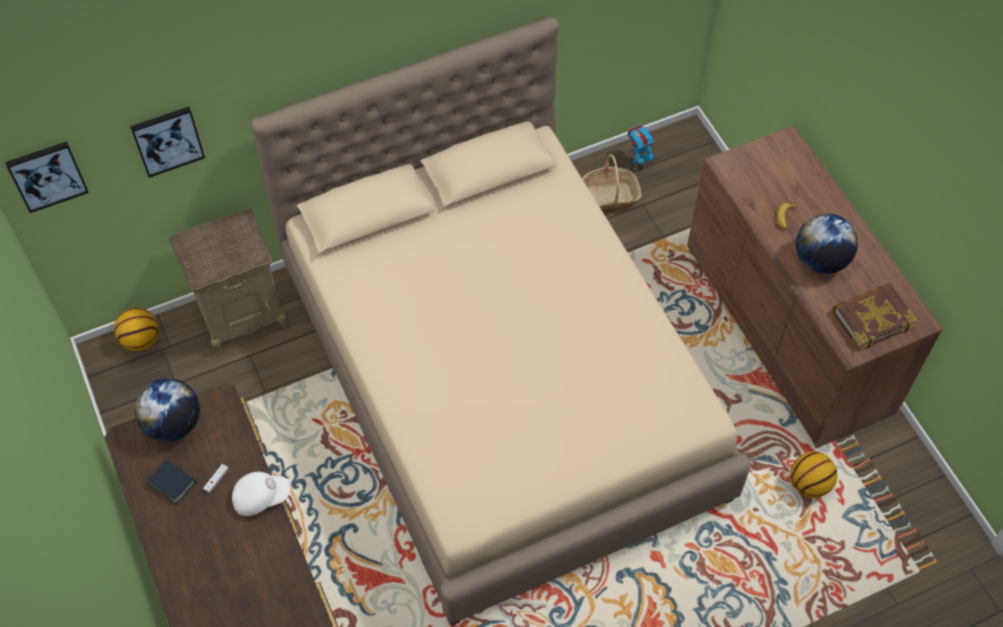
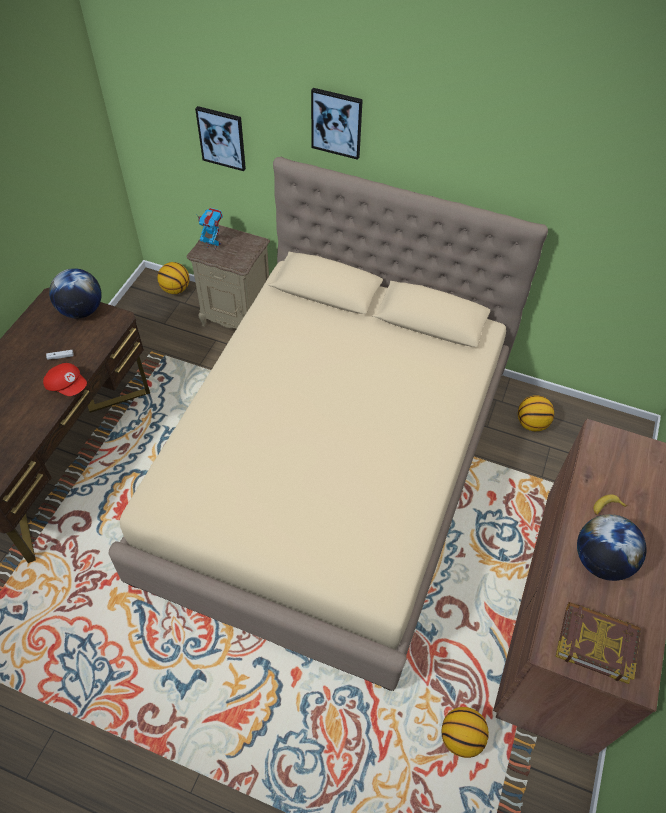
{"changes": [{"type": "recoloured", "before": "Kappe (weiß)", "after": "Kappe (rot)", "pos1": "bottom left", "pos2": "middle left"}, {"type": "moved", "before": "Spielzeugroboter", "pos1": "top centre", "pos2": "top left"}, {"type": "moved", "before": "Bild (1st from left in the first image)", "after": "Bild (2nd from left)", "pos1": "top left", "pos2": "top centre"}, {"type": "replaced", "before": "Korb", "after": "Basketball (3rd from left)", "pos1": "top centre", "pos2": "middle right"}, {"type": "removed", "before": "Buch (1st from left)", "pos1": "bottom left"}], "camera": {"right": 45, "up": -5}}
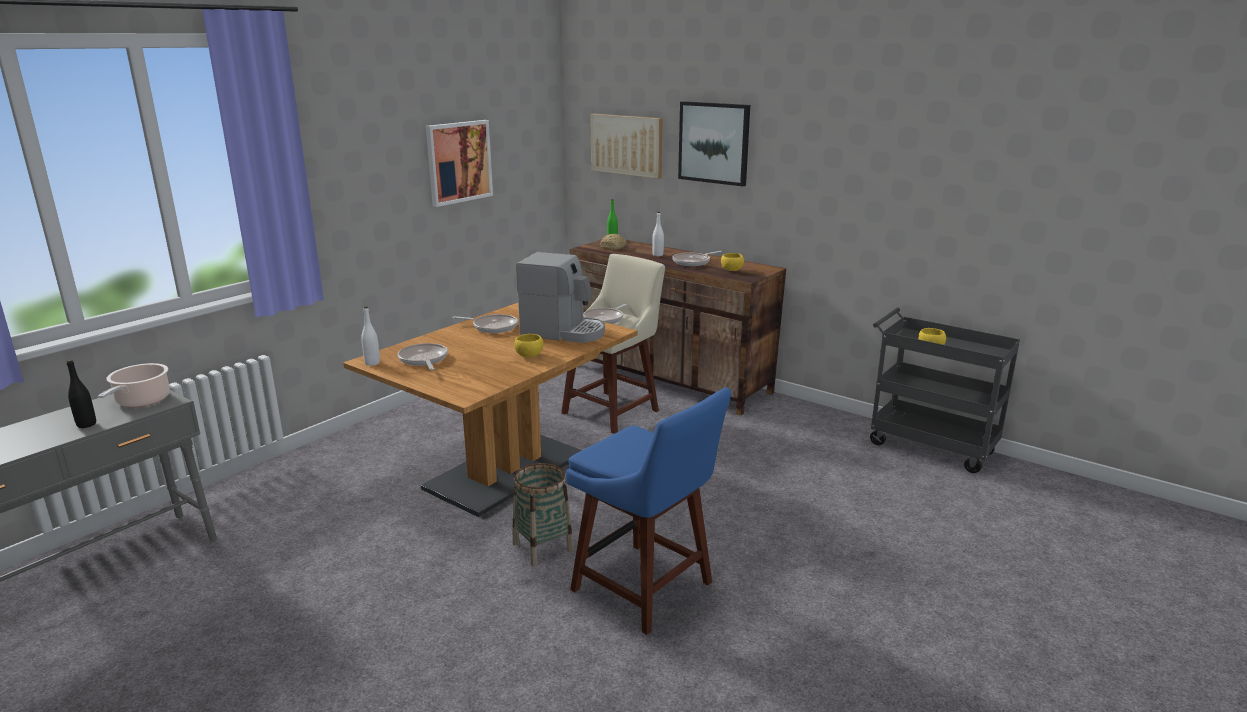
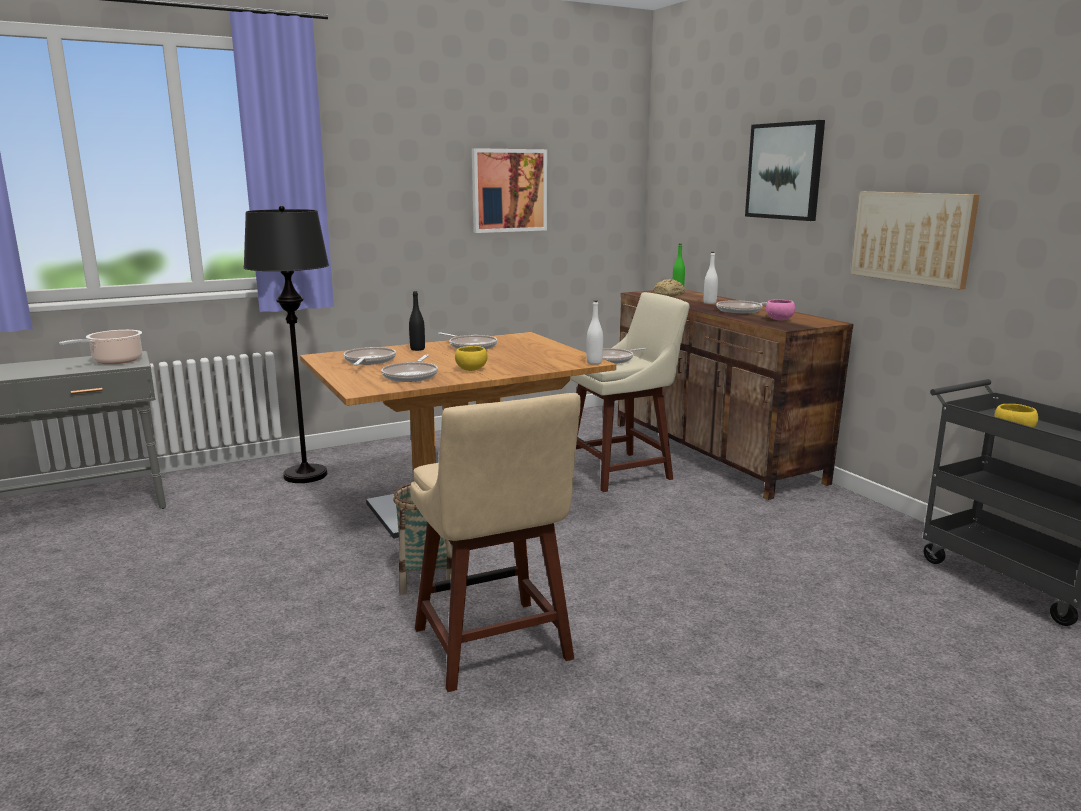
{"changes": [{"type": "added", "after": "Stehlampe (schwarz)", "pos2": "middle left"}, {"type": "added", "after": "Pfanne (2nd from left)", "pos2": "centre"}, {"type": "moved", "before": "Flasche (schwarz)", "pos1": "middle left", "pos2": "centre"}, {"type": "replaced", "before": "Hocker (blau)", "after": "Stuhl (beige)", "pos1": "bottom centre", "pos2": "bottom centre"}, {"type": "moved", "before": "Flasche (weiß) (1st from left)", "pos1": "middle left", "pos2": "centre"}, {"type": "recoloured", "before": "Schüssel (gelb) (2nd from left)", "after": "Schüssel (rosa)", "pos1": "centre", "pos2": "middle right"}, {"type": "moved", "before": "Bild (2nd from left in the first image)", "after": "Bild (3rd from left)", "pos1": "top centre", "pos2": "top right"}, {"type": "removed", "before": "Kaffeemaschine", "pos1": "centre"}], "camera": {"right": 25, "up": -5}}
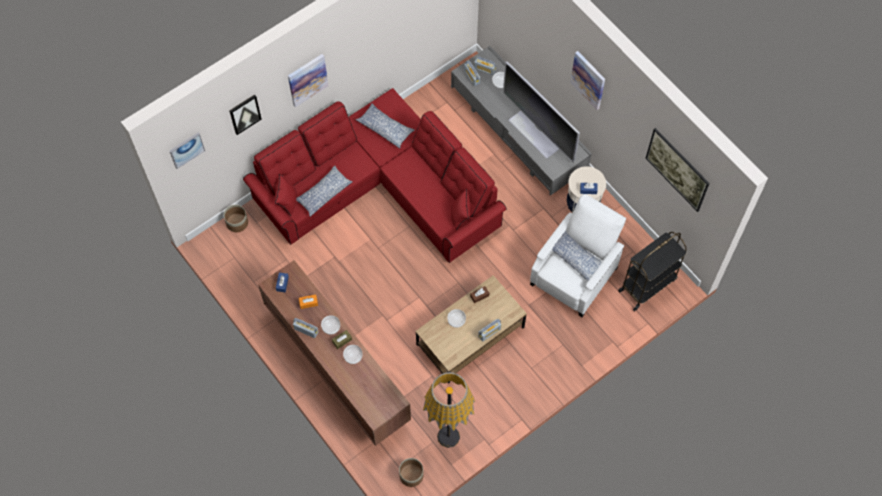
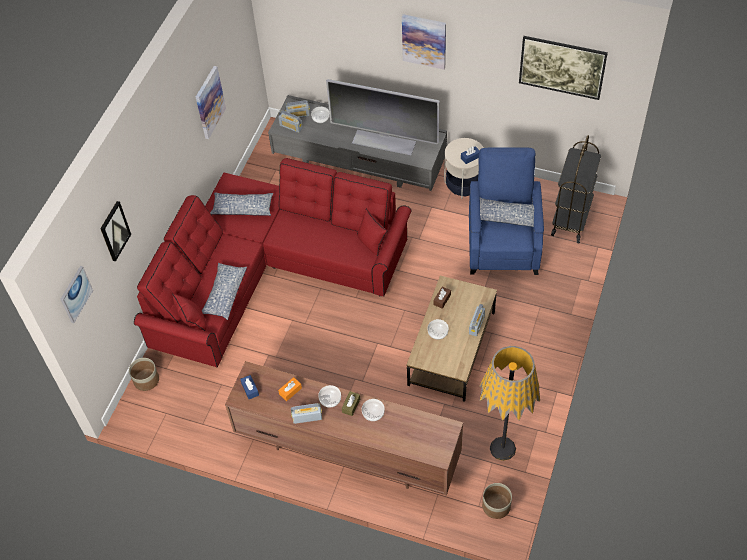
{"changes": [{"type": "moved", "before": "Bild (3rd from left)", "pos1": "top centre", "pos2": "top left"}, {"type": "recoloured", "before": "Sessel (weiß)", "after": "Sessel (blau)", "pos1": "centre", "pos2": "middle right"}], "camera": {"right": -30, "up": -10}}
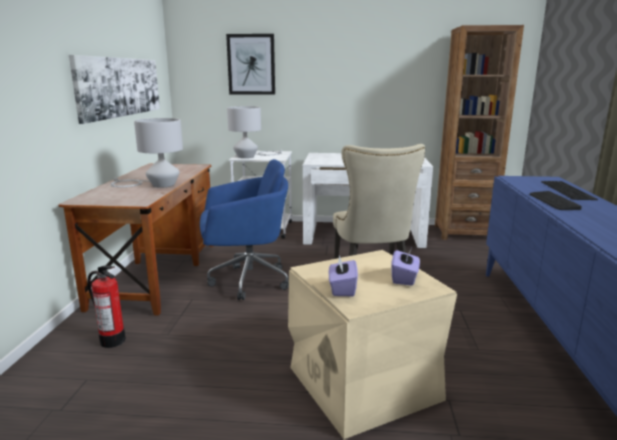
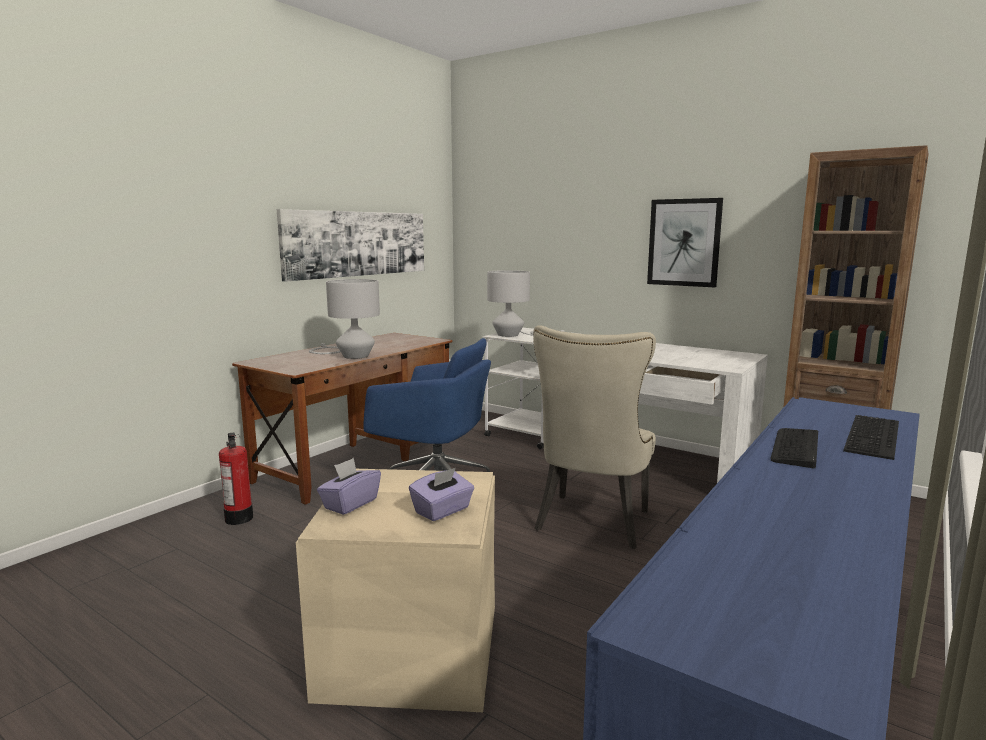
{"changes": [{"type": "moved", "before": "Bild (2nd from left)", "pos1": "top centre", "pos2": "top right"}], "camera": {"right": 30, "up": -5}}
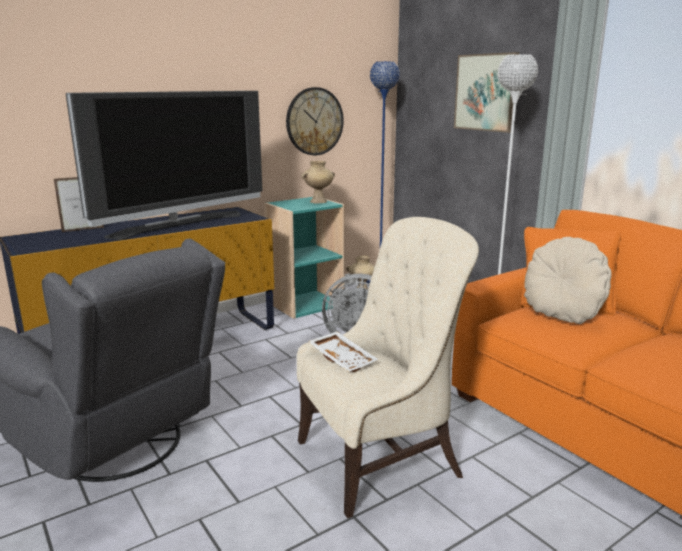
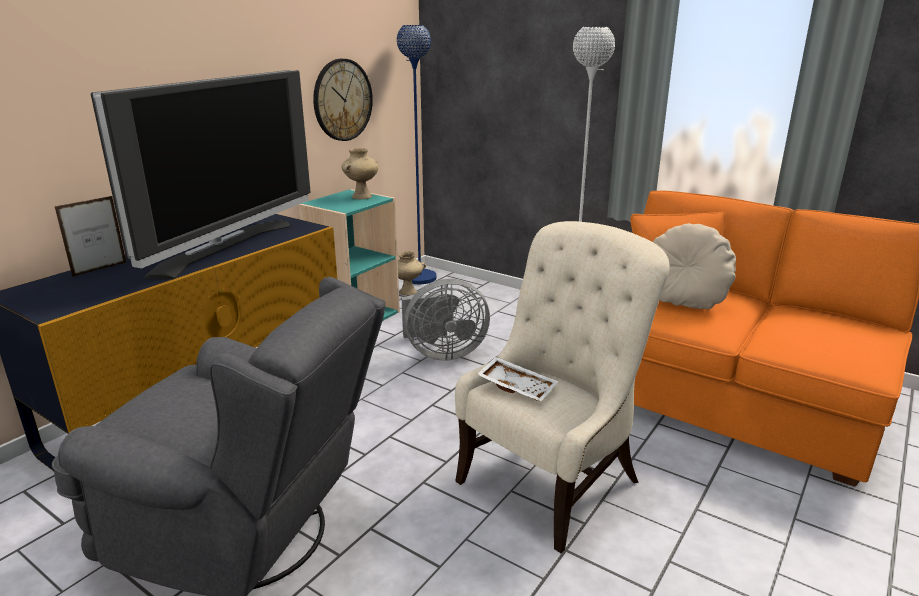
{"changes": [{"type": "removed", "before": "Bild", "pos1": "top right"}], "camera": {"right": -20, "up": 5}}
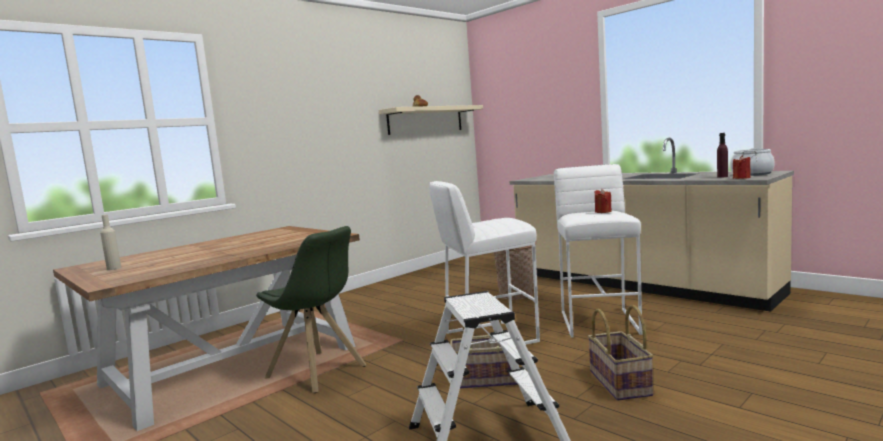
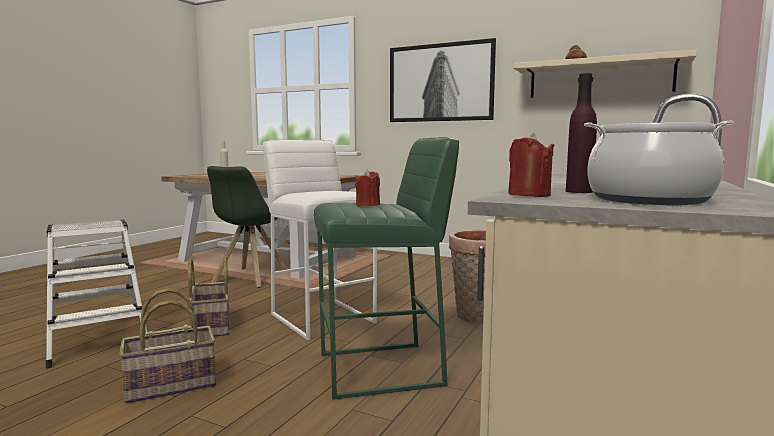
{"changes": [{"type": "recoloured", "before": "Hocker (weiß) (2nd from left)", "after": "Hocker (grün)", "pos1": "middle right", "pos2": "centre"}, {"type": "added", "after": "Bild", "pos2": "top centre"}], "camera": {"right": 70, "up": 0}}
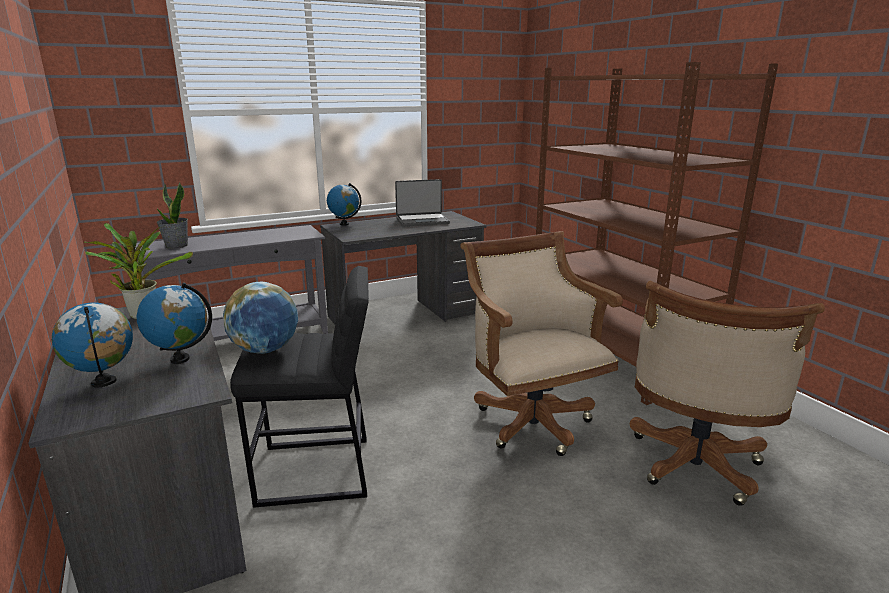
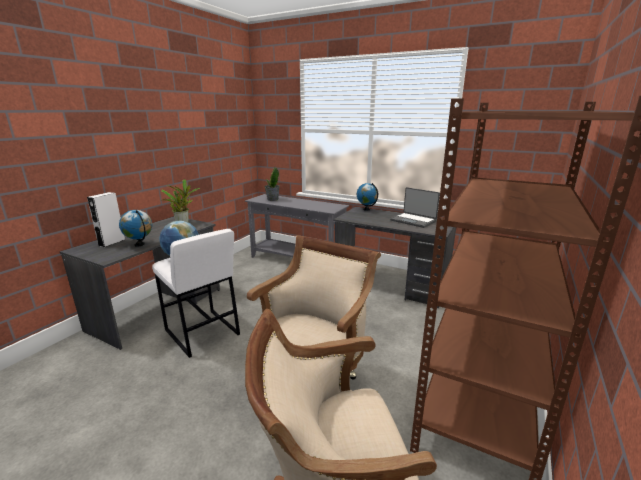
{"changes": [{"type": "replaced", "before": "Globus (1st from left)", "after": "Lautsprecher (weiß)", "pos1": "middle left", "pos2": "middle left"}, {"type": "recoloured", "before": "Hocker (schwarz)", "after": "Hocker (weiß)", "pos1": "centre", "pos2": "middle left"}], "camera": {"right": 55, "up": 0}}
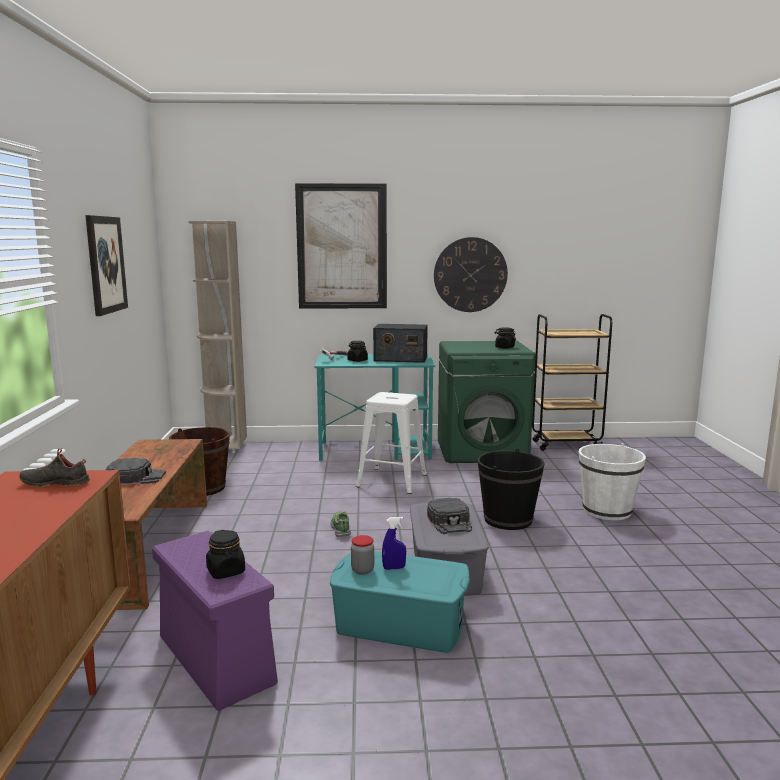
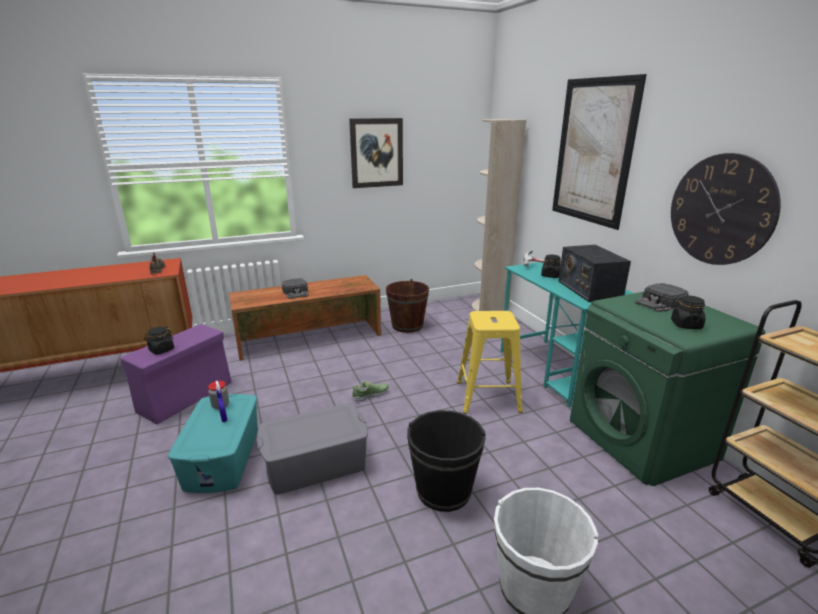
{"changes": [{"type": "recoloured", "before": "Hocker (weiß)", "after": "Hocker (gelb)", "pos1": "centre", "pos2": "centre"}, {"type": "moved", "before": "Kappe (schwarz) (2nd from left)", "pos1": "centre", "pos2": "middle right"}], "camera": {"right": 70, "up": 10}}
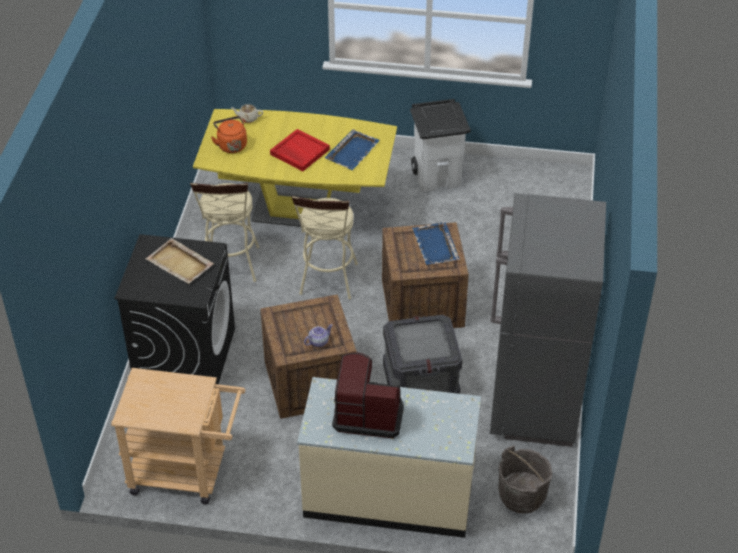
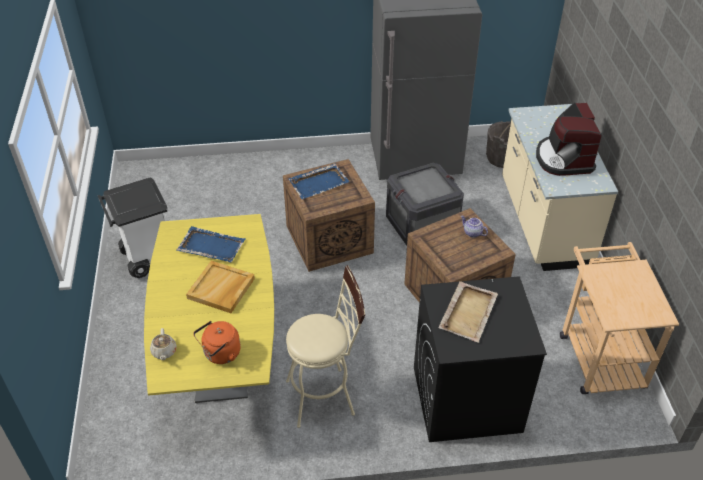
{"changes": [{"type": "recoloured", "before": "Tablett (rot)", "after": "Tablett (beige) (1st from left)", "pos1": "top centre", "pos2": "middle left"}, {"type": "removed", "before": "Hocker (beige) (2nd from left)", "pos1": "centre"}], "camera": {"right": -105, "up": 0}}
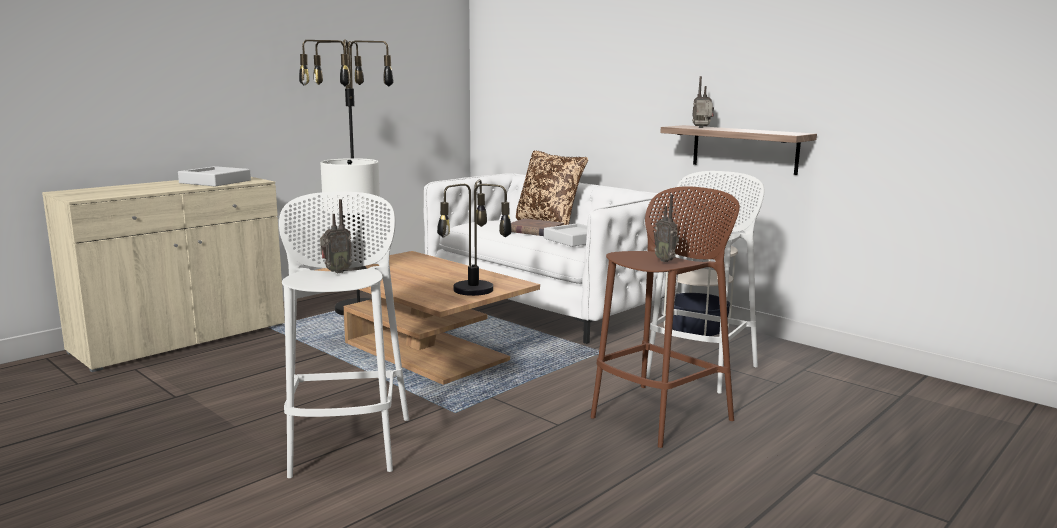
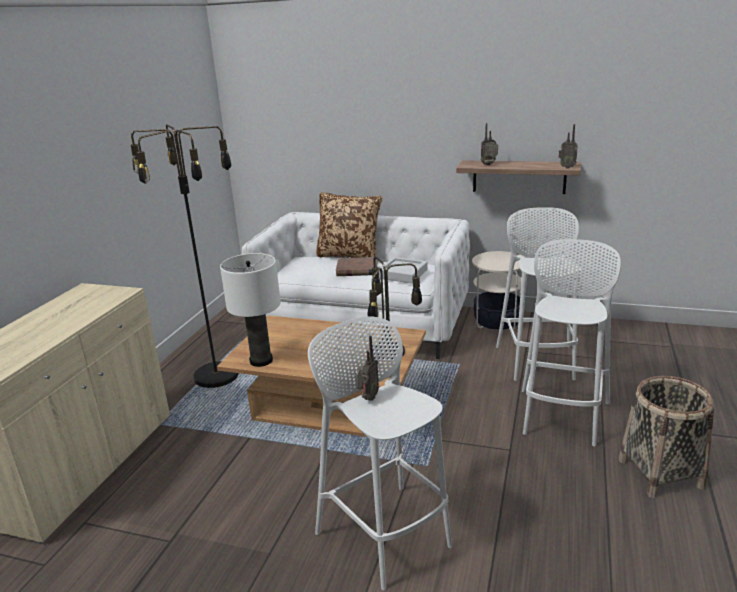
{"changes": [{"type": "recoloured", "before": "Hocker (braun)", "after": "Hocker (weiß) (3rd from left)", "pos1": "centre", "pos2": "middle right"}, {"type": "moved", "before": "Radio (2nd from left in the first image)", "after": "Radio (3rd from left)", "pos1": "centre", "pos2": "top right"}, {"type": "added", "after": "Korb", "pos2": "bottom right"}, {"type": "removed", "before": "Tablett (grau) (1st from left)", "pos1": "middle left"}], "camera": {"right": -25, "up": 10}}
